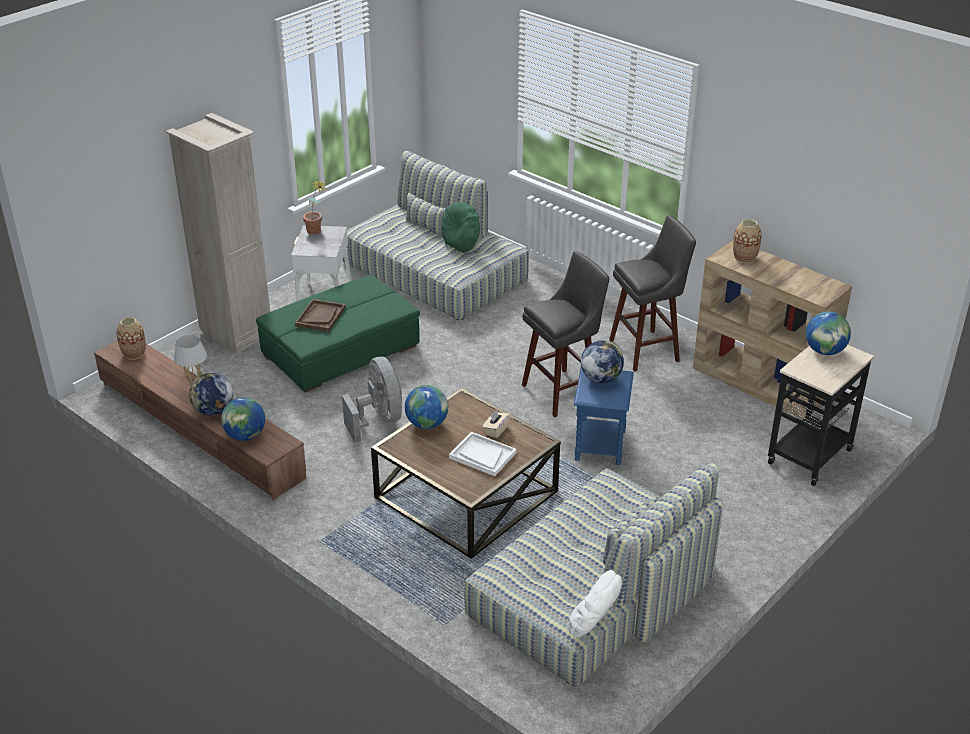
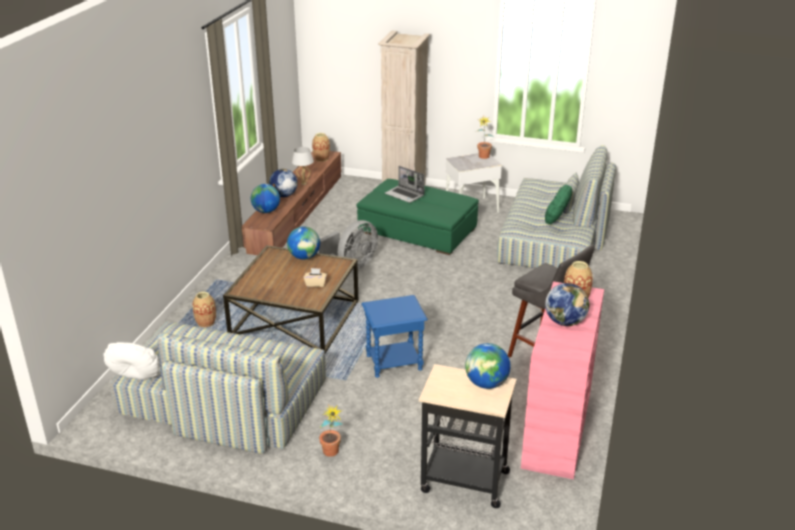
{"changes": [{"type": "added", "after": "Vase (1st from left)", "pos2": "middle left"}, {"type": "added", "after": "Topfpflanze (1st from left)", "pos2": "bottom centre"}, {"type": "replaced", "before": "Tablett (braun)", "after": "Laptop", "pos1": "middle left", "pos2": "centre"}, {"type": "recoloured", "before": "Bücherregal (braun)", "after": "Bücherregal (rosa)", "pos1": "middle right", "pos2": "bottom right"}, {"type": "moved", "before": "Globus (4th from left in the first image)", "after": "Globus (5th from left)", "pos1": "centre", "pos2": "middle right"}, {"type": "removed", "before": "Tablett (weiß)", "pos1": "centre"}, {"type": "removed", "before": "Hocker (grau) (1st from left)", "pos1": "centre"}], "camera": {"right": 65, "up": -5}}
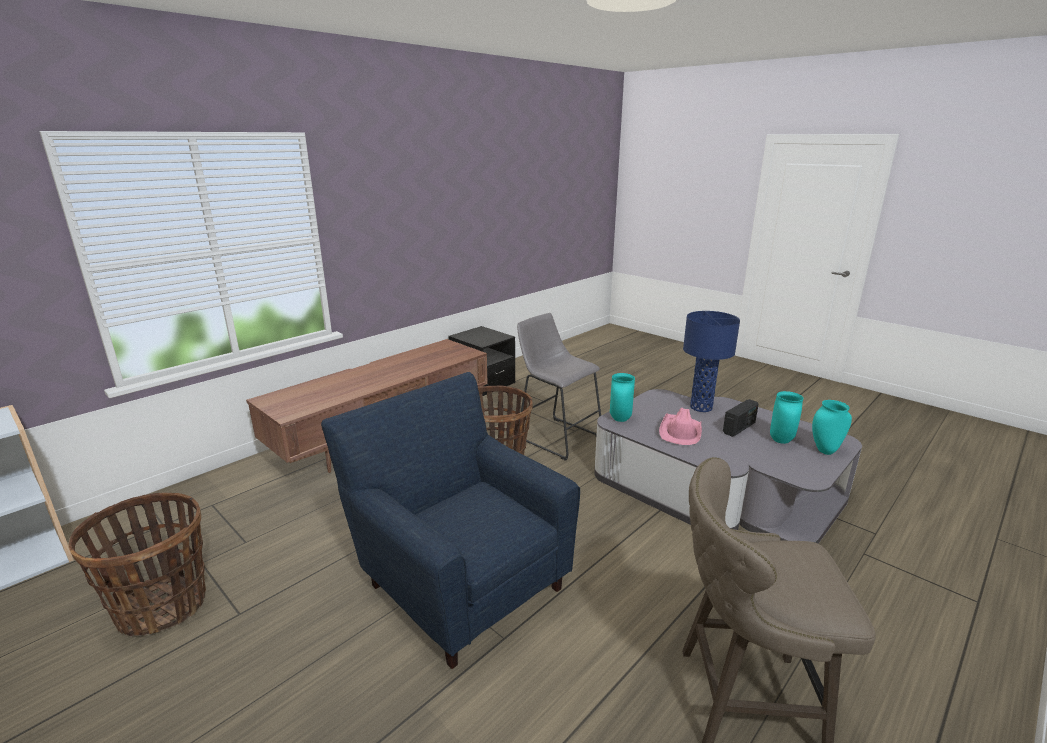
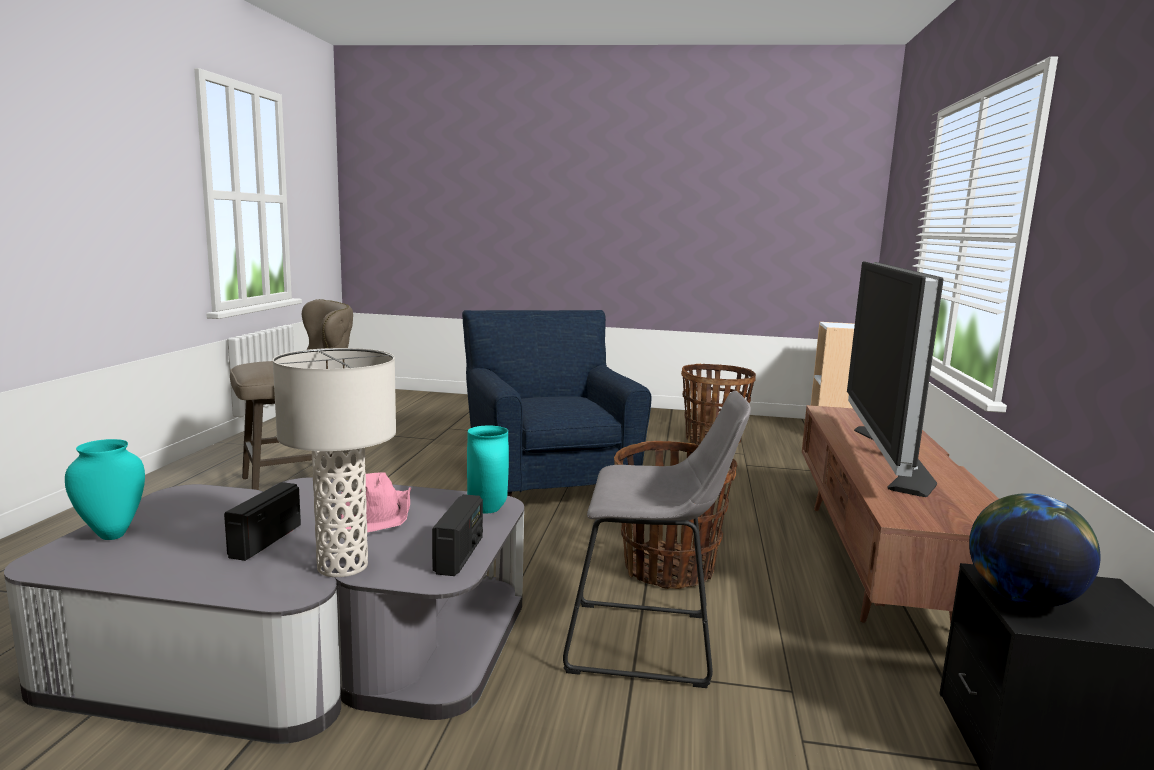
{"changes": [{"type": "recoloured", "before": "Tischlampe (blau)", "after": "Tischlampe (weiß)", "pos1": "middle right", "pos2": "middle left"}, {"type": "added", "after": "Radio (2nd from left)", "pos2": "bottom centre"}, {"type": "turned", "before": "Sessel (blau)", "pos1": "bottom centre", "pos2": "centre", "turn": -120}, {"type": "added", "after": "Fernseher", "pos2": "middle right"}, {"type": "added", "after": "Globus", "pos2": "bottom right"}, {"type": "removed", "before": "Vase (türkis) (2nd from left)", "pos1": "middle right"}], "camera": {"right": 145, "up": -10}}
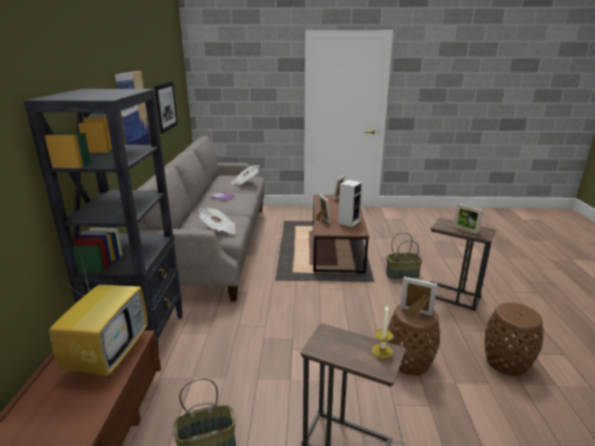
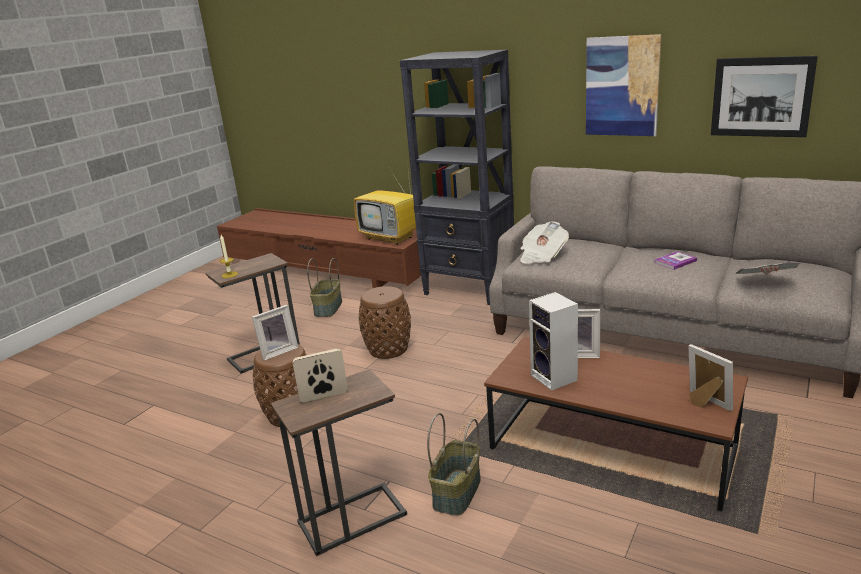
{"changes": [{"type": "moved", "before": "Hocker (braun) (2nd from left)", "pos1": "bottom right", "pos2": "centre"}], "camera": {"right": 120, "up": 0}}
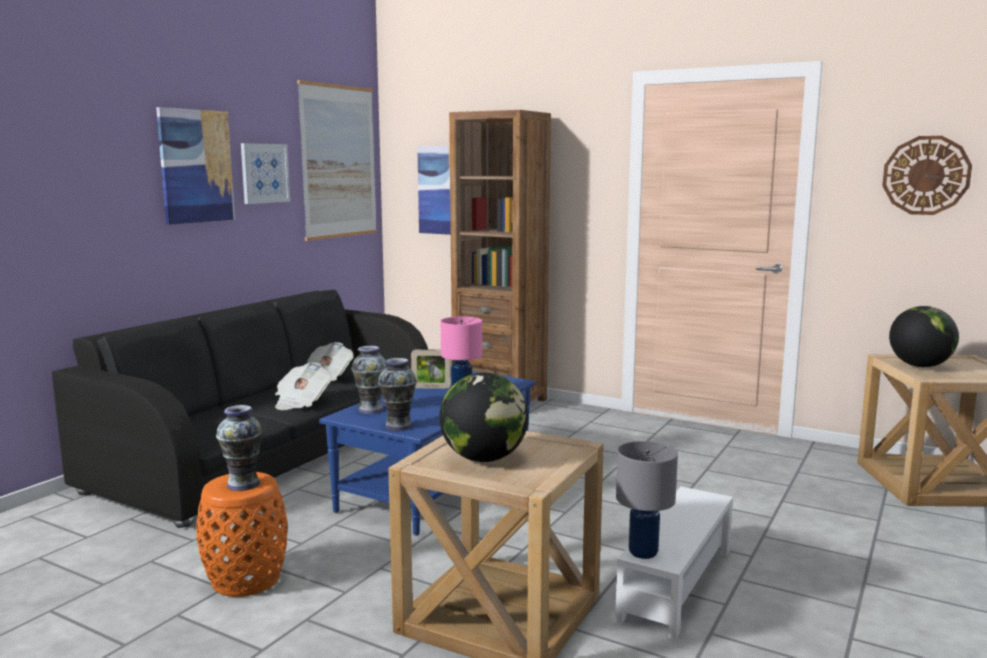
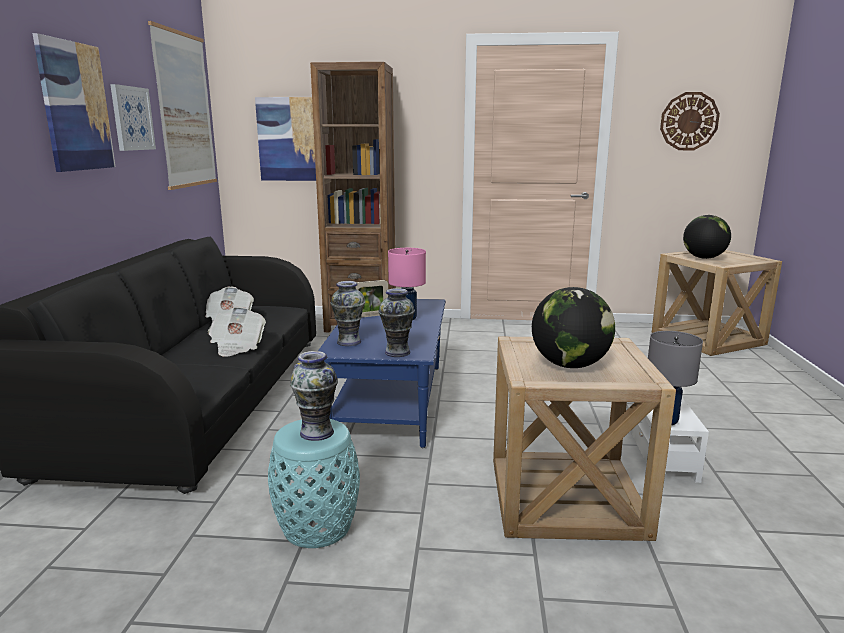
{"changes": [{"type": "recoloured", "before": "Hocker (orange)", "after": "Hocker (türkis)", "pos1": "bottom left", "pos2": "bottom centre"}], "camera": {"right": -25, "up": 5}}
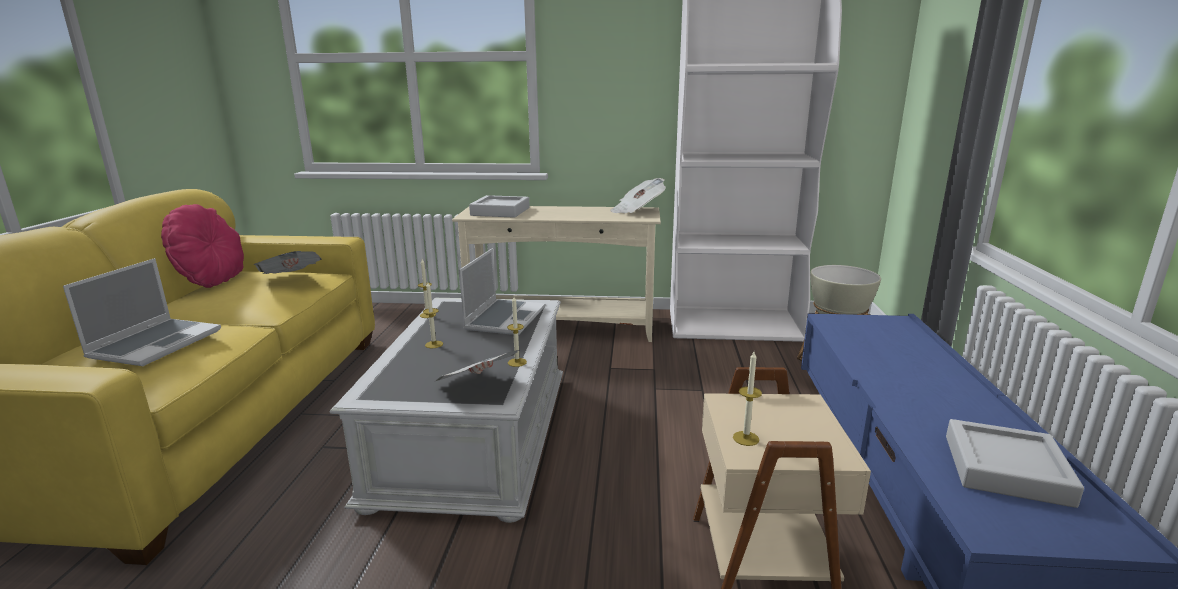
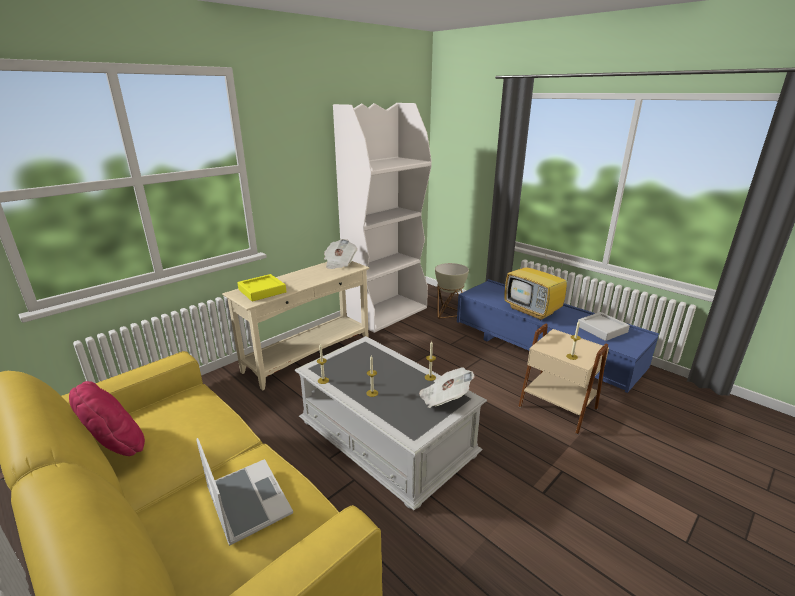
{"changes": [{"type": "recoloured", "before": "Tablett (grau) (1st from left)", "after": "Tablett (gelb)", "pos1": "centre", "pos2": "middle left"}, {"type": "added", "after": "Fernseher", "pos2": "middle right"}, {"type": "removed", "before": "Zeitung (1st from left)", "pos1": "middle left"}, {"type": "removed", "before": "Laptop (2nd from left)", "pos1": "centre"}], "camera": {"right": -50, "up": 5}}
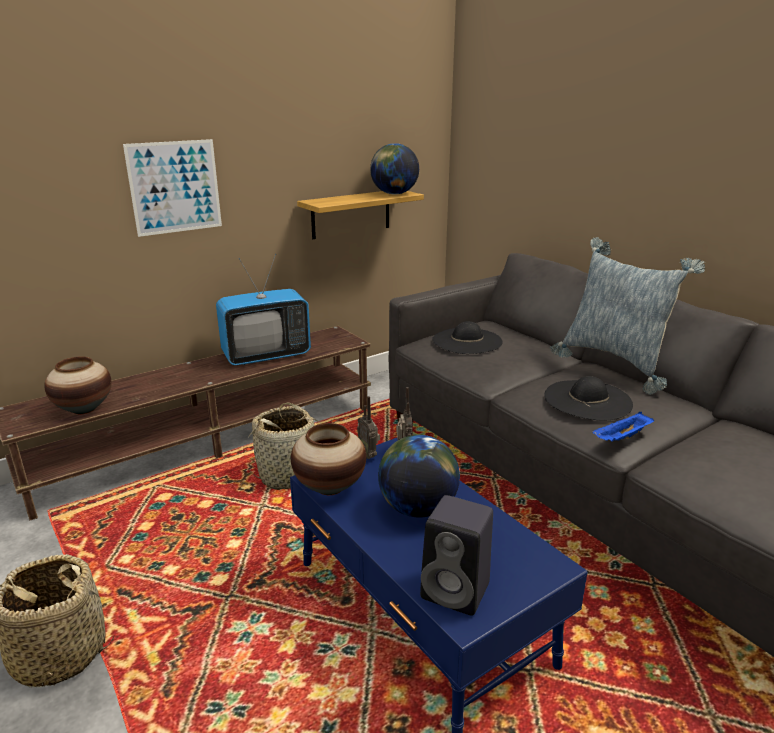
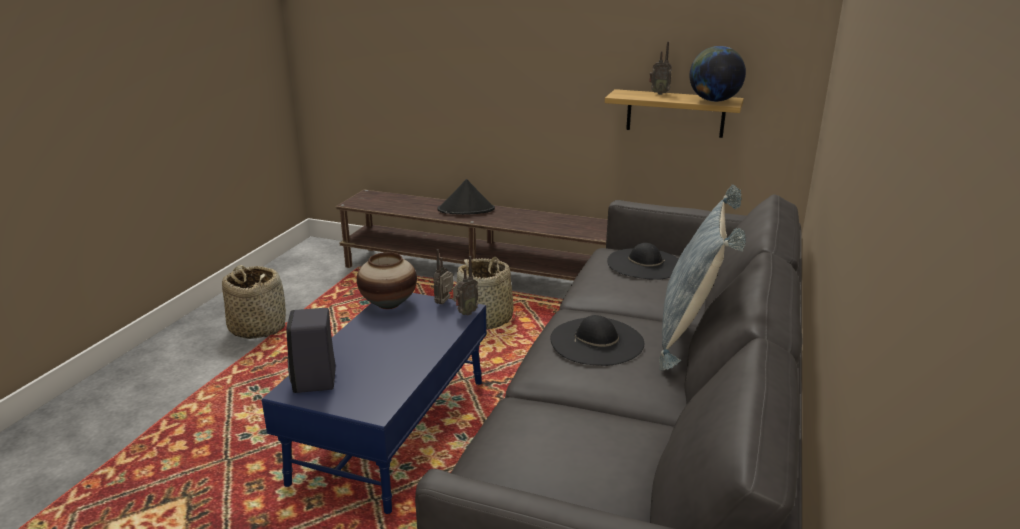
{"changes": [{"type": "added", "after": "Hut (schwarz) (1st from left)", "pos2": "centre"}, {"type": "added", "after": "Radio (3rd from left)", "pos2": "top centre"}, {"type": "removed", "before": "Vase (1st from left)", "pos1": "middle left"}, {"type": "removed", "before": "Bild", "pos1": "top left"}, {"type": "removed", "before": "Fernseher", "pos1": "centre"}, {"type": "removed", "before": "Globus (2nd from left)", "pos1": "centre"}, {"type": "removed", "before": "Tablett (blau)", "pos1": "middle right"}], "camera": {"right": 55, "up": 0}}
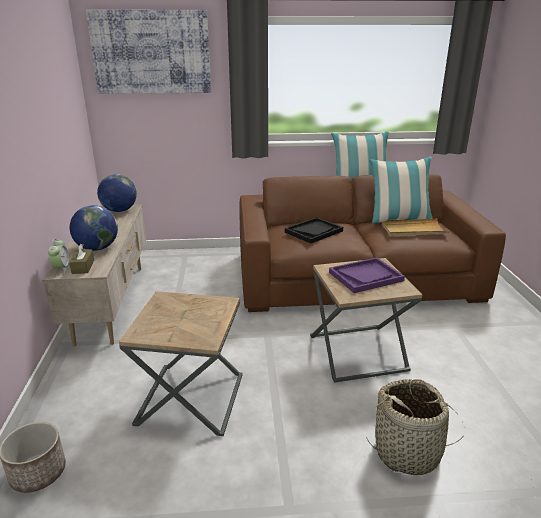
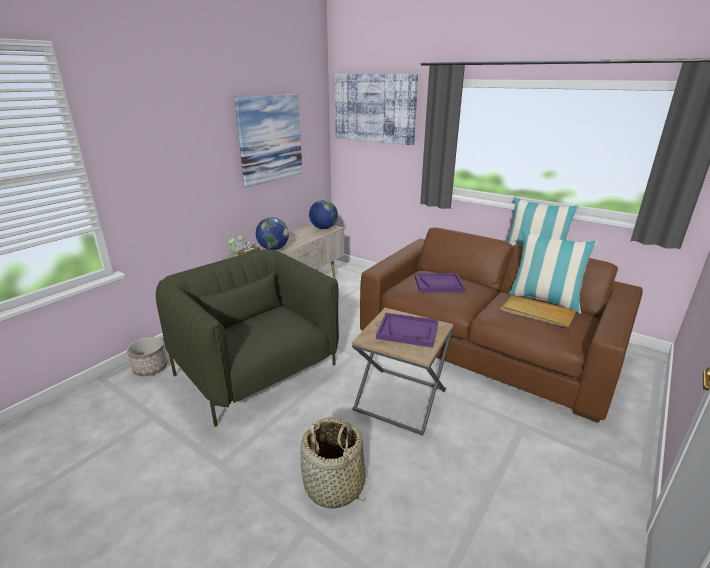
{"changes": [{"type": "replaced", "before": "Beistelltisch (braun) (1st from left)", "after": "Sessel (grün)", "pos1": "bottom centre", "pos2": "centre"}, {"type": "added", "after": "Bild (1st from left)", "pos2": "top centre"}, {"type": "recoloured", "before": "Tablett (schwarz)", "after": "Tablett (lila) (2nd from left)", "pos1": "centre", "pos2": "centre"}], "camera": {"right": 40, "up": 0}}
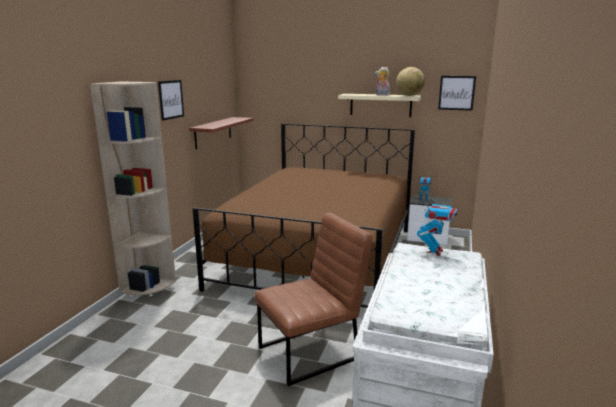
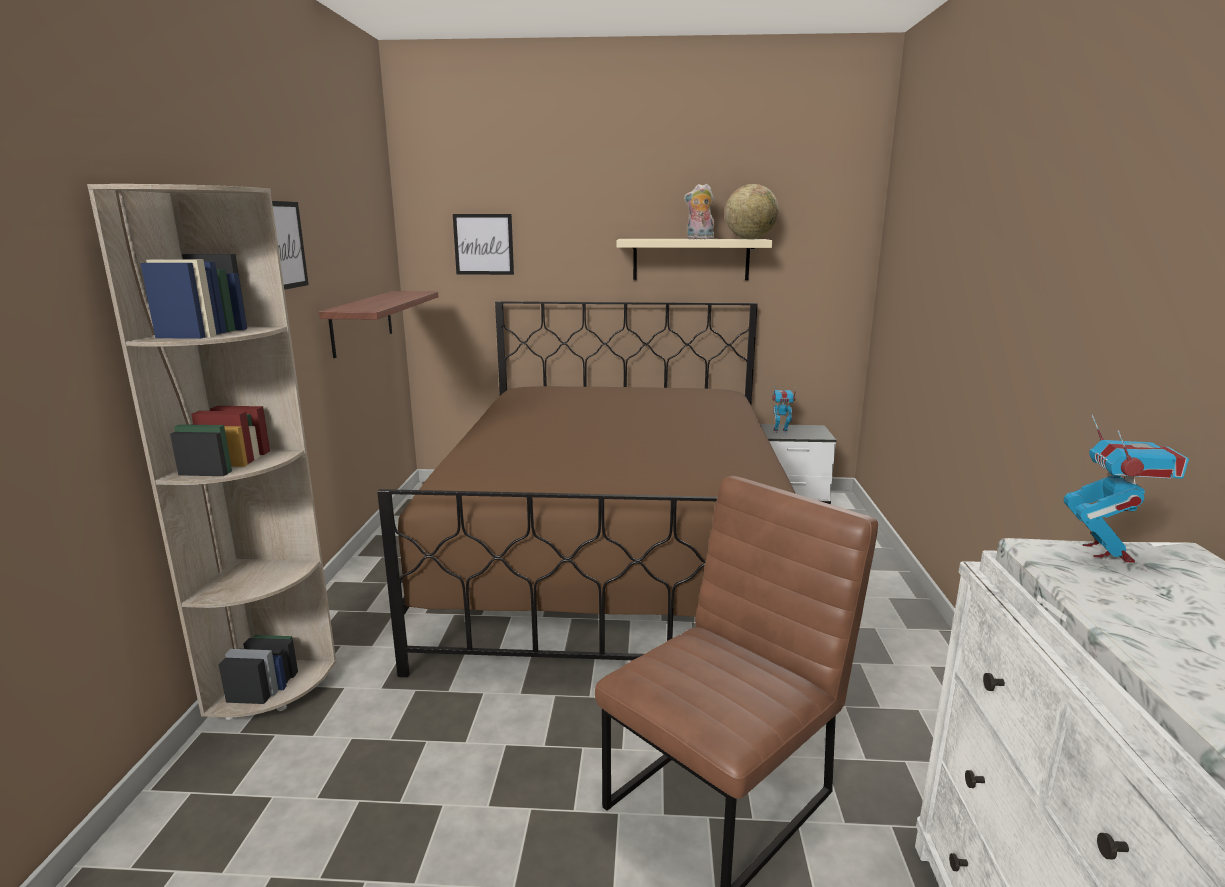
{"changes": [{"type": "moved", "before": "Bild (2nd from left)", "pos1": "top right", "pos2": "top centre"}], "camera": {"right": -15, "up": 0}}
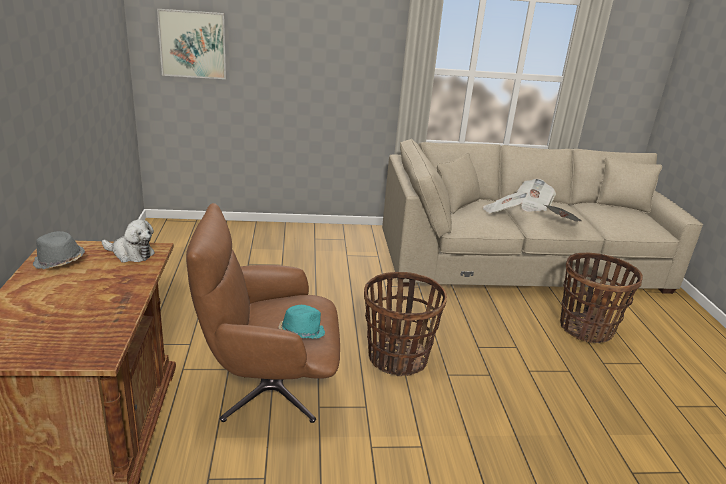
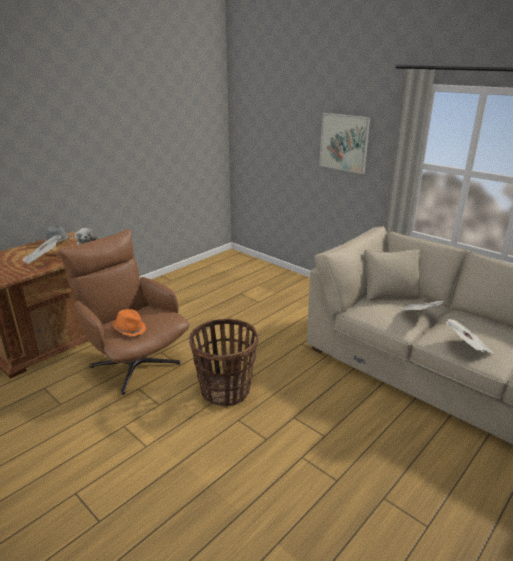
{"changes": [{"type": "moved", "before": "Zeitung (2nd from left in the first image)", "after": "Zeitung (1st from left)", "pos1": "middle right", "pos2": "middle left"}, {"type": "recoloured", "before": "Hut (türkis)", "after": "Hut (orange)", "pos1": "centre", "pos2": "middle left"}, {"type": "moved", "before": "Bild", "pos1": "top left", "pos2": "top right"}, {"type": "removed", "before": "Korb (2nd from left)", "pos1": "middle right"}], "camera": {"right": 50, "up": 0}}
